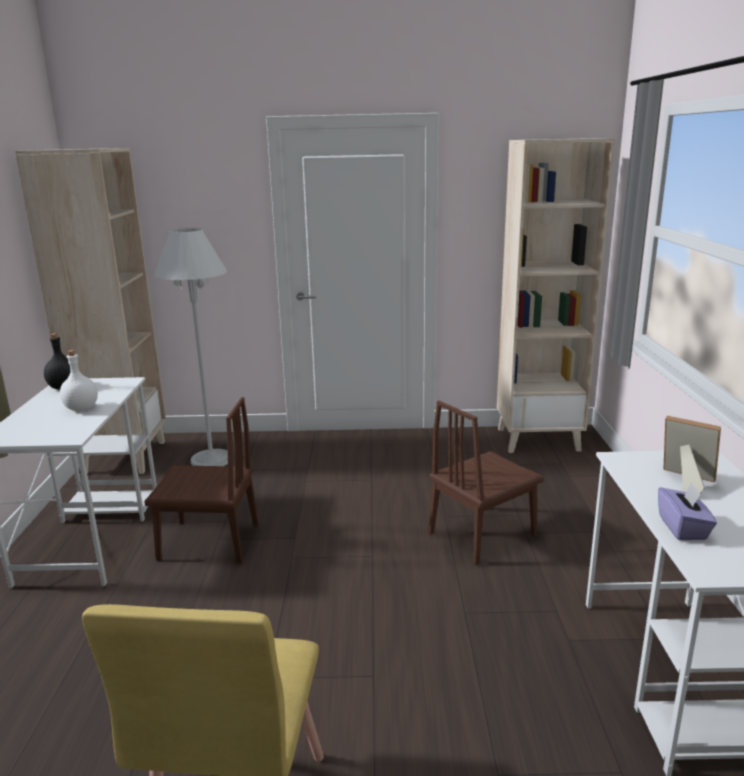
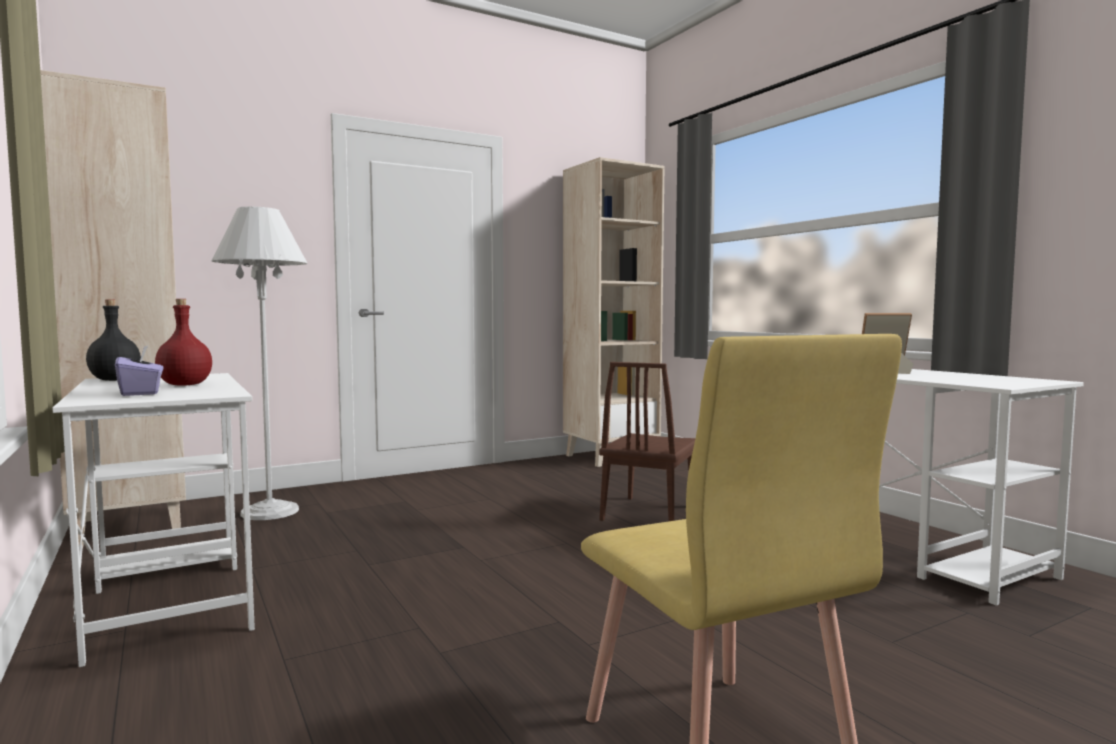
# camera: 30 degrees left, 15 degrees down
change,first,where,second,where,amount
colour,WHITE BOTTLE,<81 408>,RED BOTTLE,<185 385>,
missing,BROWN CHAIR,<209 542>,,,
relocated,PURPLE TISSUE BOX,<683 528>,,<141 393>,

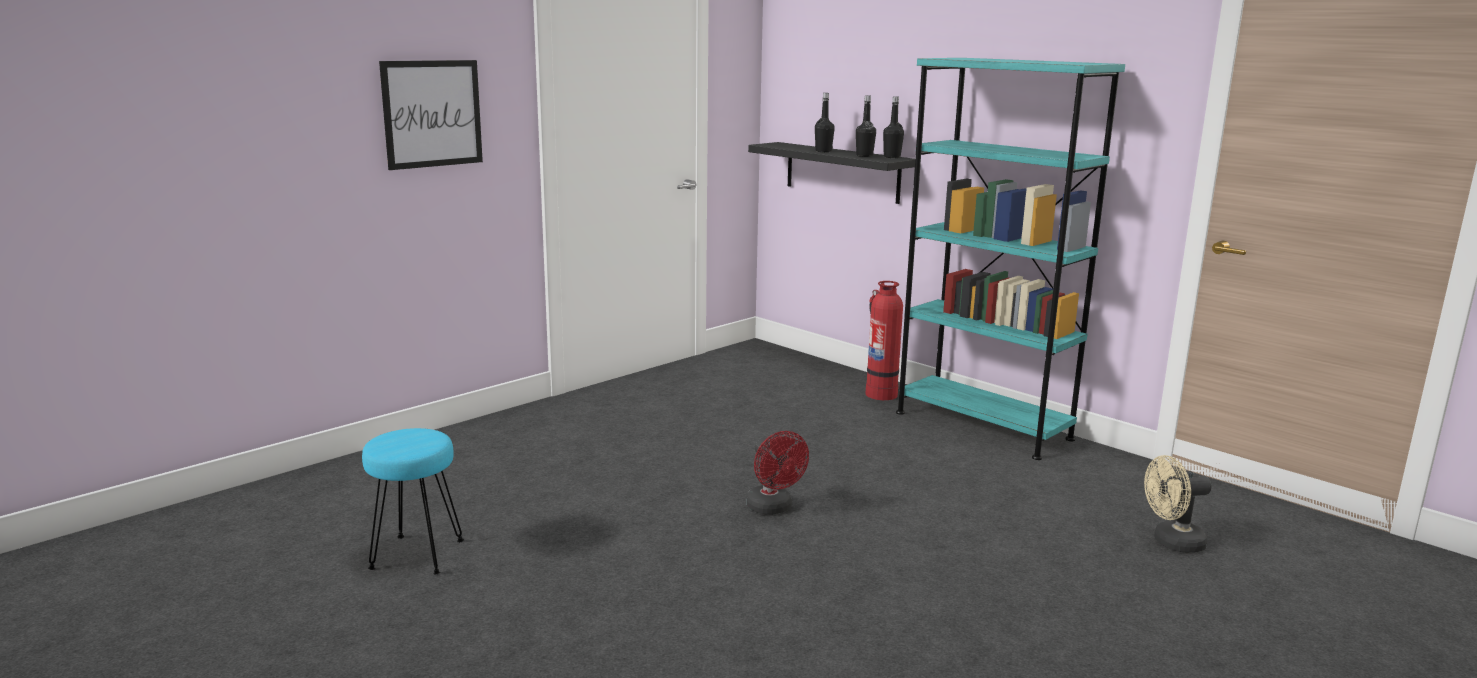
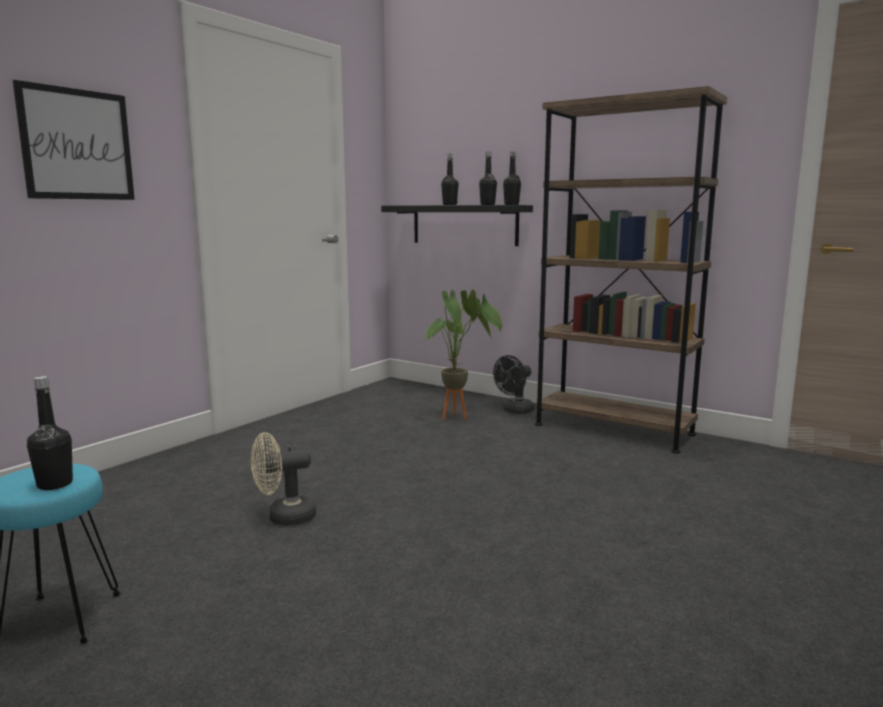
# camera: 10 degrees left, 5 degrees down
change,first,where,second,where,amount
missing,RED FAN,<773 508>,,,
exchanged,FIRE EXTINGUISHER,<881 394>,BLACK FAN,<514 411>,
colour,TURQUOISE BOOKCASE,<982 425>,BROWN BOOKCASE,<613 429>,
relocated,BEIGE FAN,<1171 543>,,<284 517>,
appeared,,,BLACK BOTTLE,<55 484>,
appeared,,,POTTED PLANT,<460 417>,

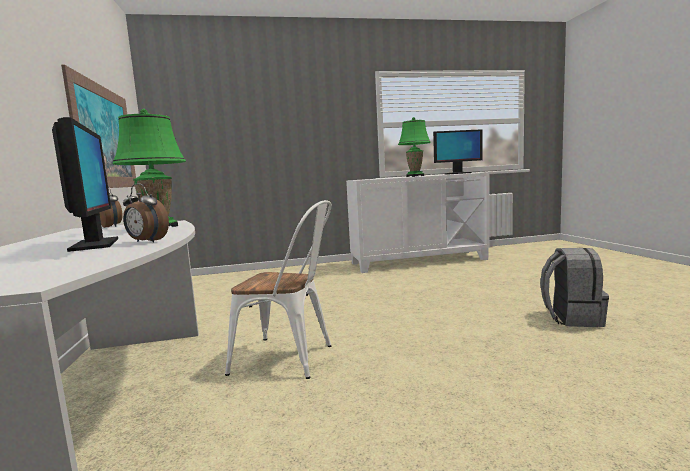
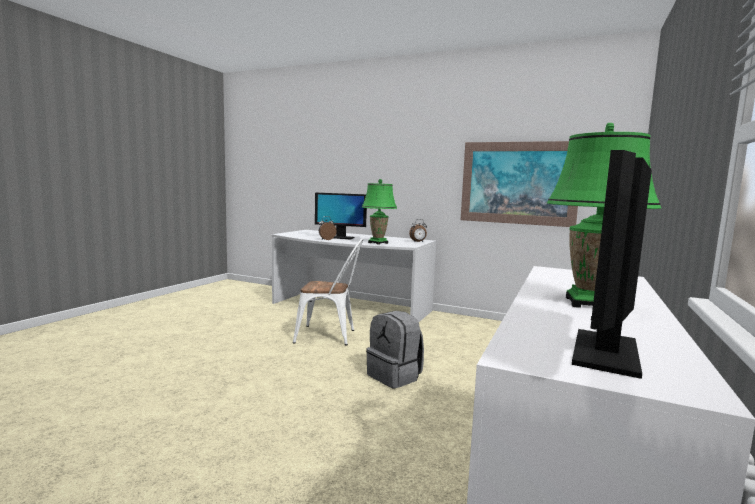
# camera: 125 degrees right, 0 degrees up
change,first,where,second,where,amount
spun,WHITE CHAIR,<291 358>,,<330 336>,135 degrees counterclockwise
relocated,GREY BACKPACK,<571 318>,,<395 376>,

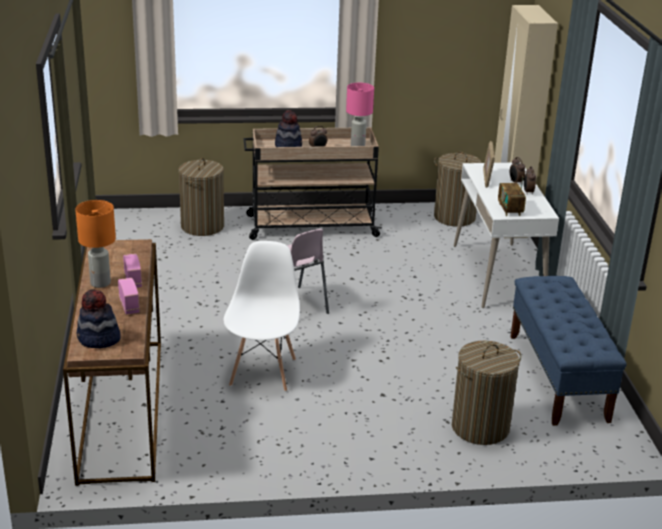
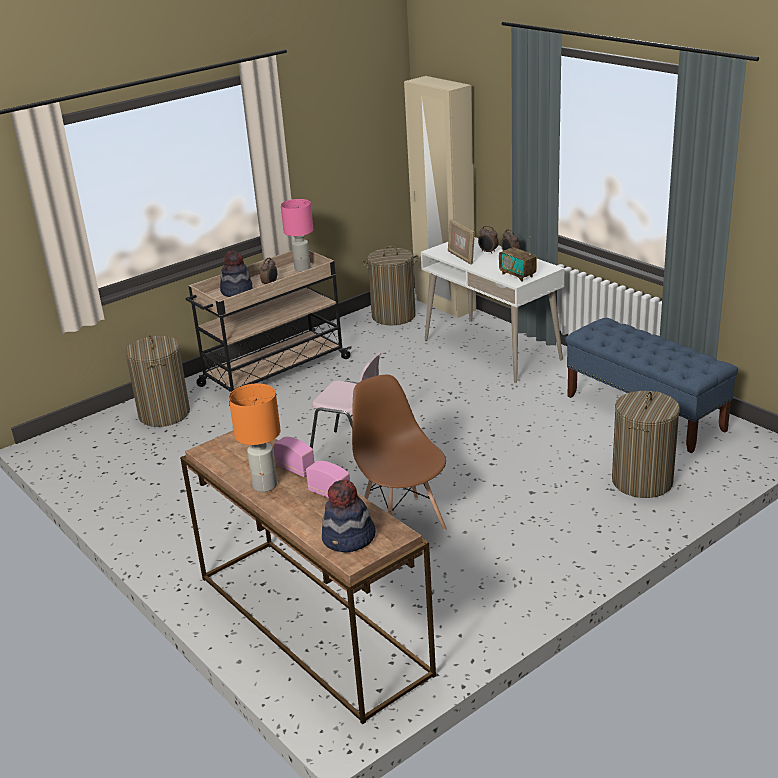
# camera: 30 degrees left, 0 degrees up
change,first,where,second,where,amount
colour,WHITE CHAIR,<263 372>,BROWN CHAIR,<402 522>,

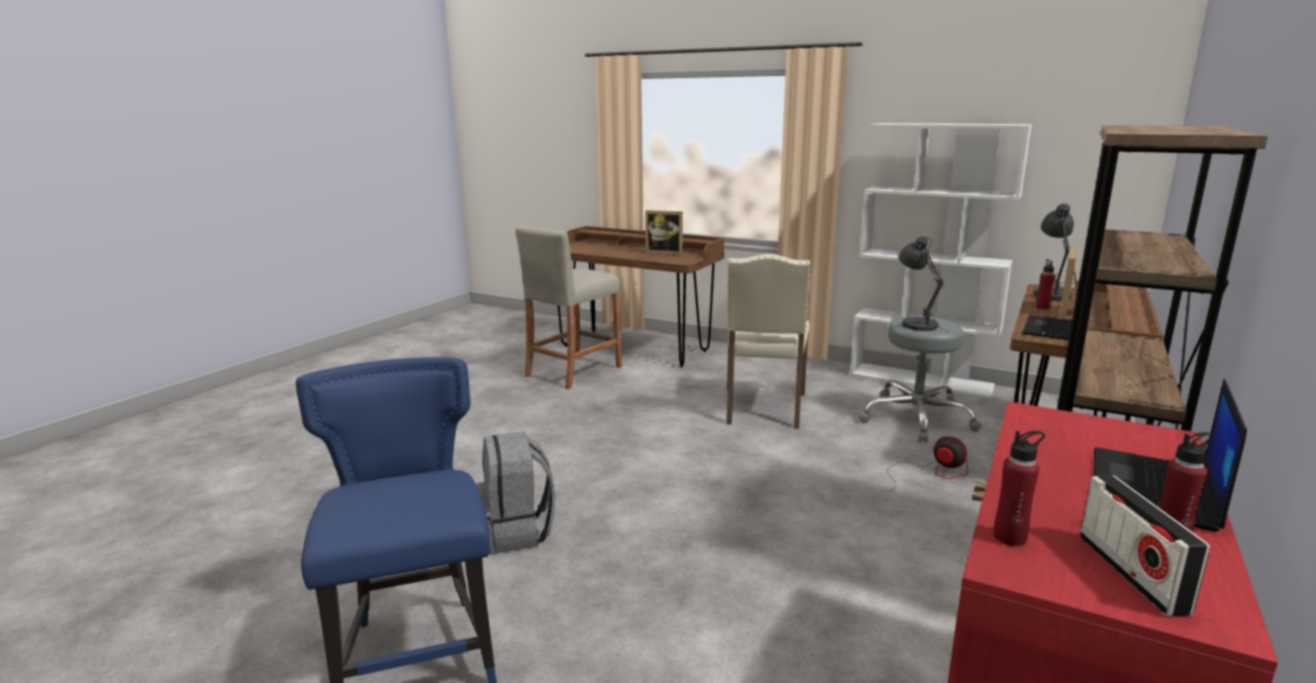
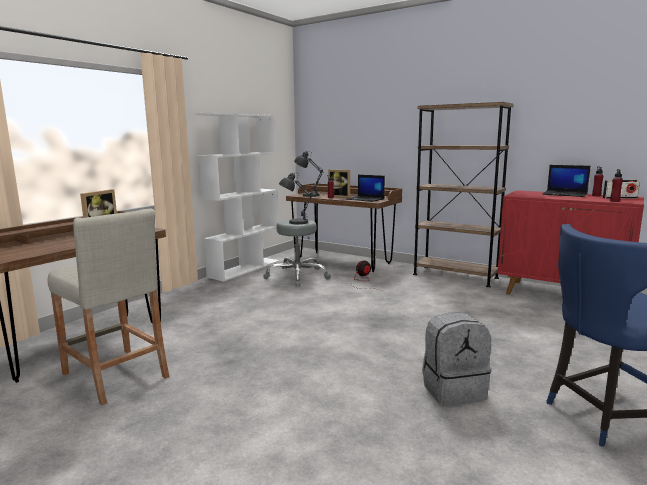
# camera: 85 degrees left, 5 degrees down
change,first,where,second,where,amount
missing,BEIGE CHAIR,<764 409>,,,

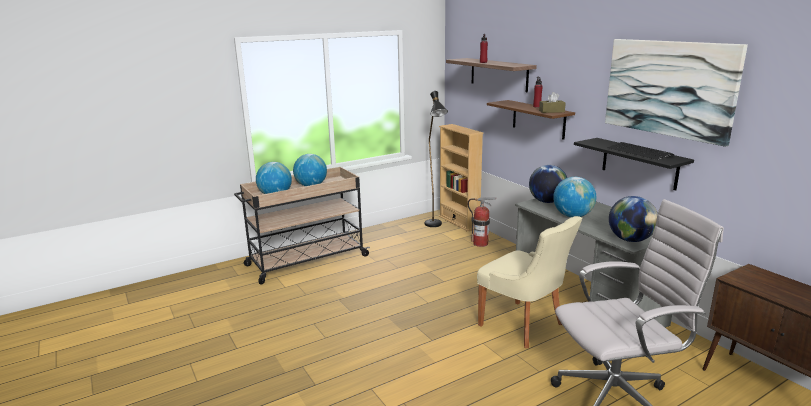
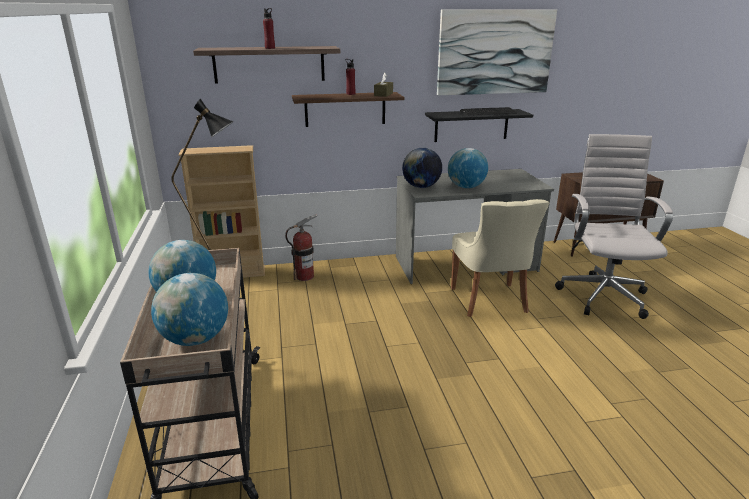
# camera: 70 degrees left, 5 degrees up
change,first,where,second,where,amount
spun,BEIGE CHAIR,<523 325>,,<490 301>,105 degrees clockwise
missing,GLOBE,<630 240>,,,

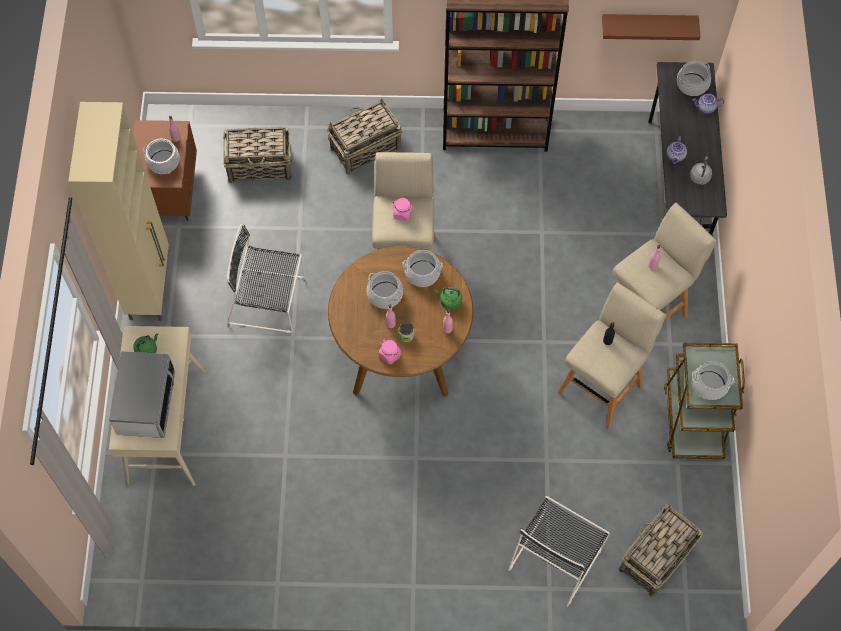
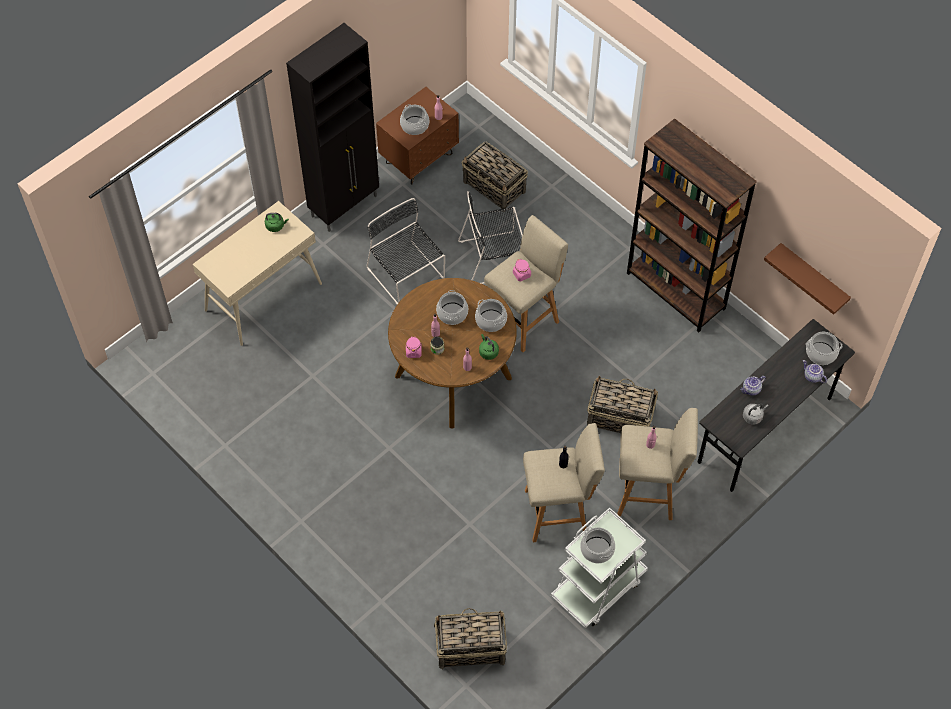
# camera: 45 degrees right, 5 degrees down
change,first,where,second,where,amount
colour,BEIGE CABINET,<150 286>,BLACK CABINET,<345 205>,
missing,MICROWAVE,<146 403>,,,
relocated,BASKET,<365 149>,,<619 418>,
relocated,BLACK CHAIR,<556 556>,,<494 258>,
colour,BROWN CART,<693 418>,WHITE CART,<598 587>,

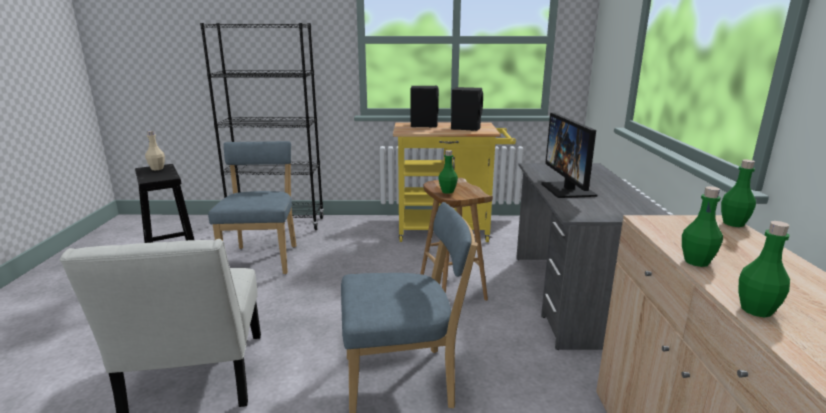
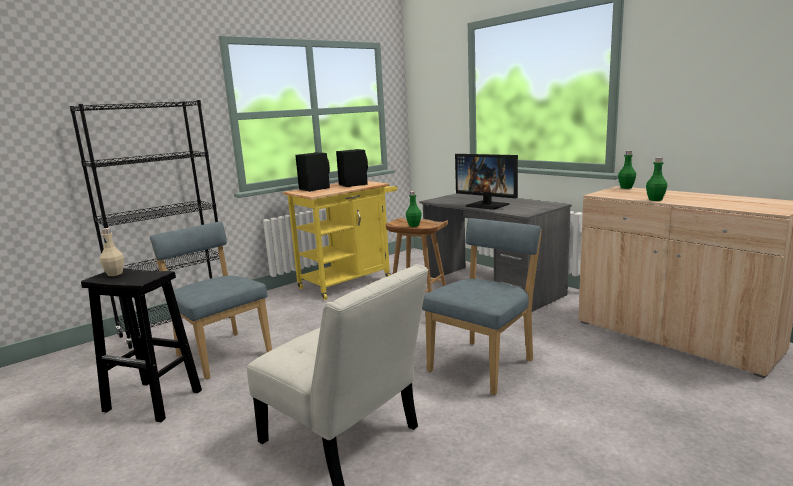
# camera: 40 degrees left, 5 degrees down
change,first,where,second,where,amount
missing,GREEN BOTTLE,<756 310>,,,

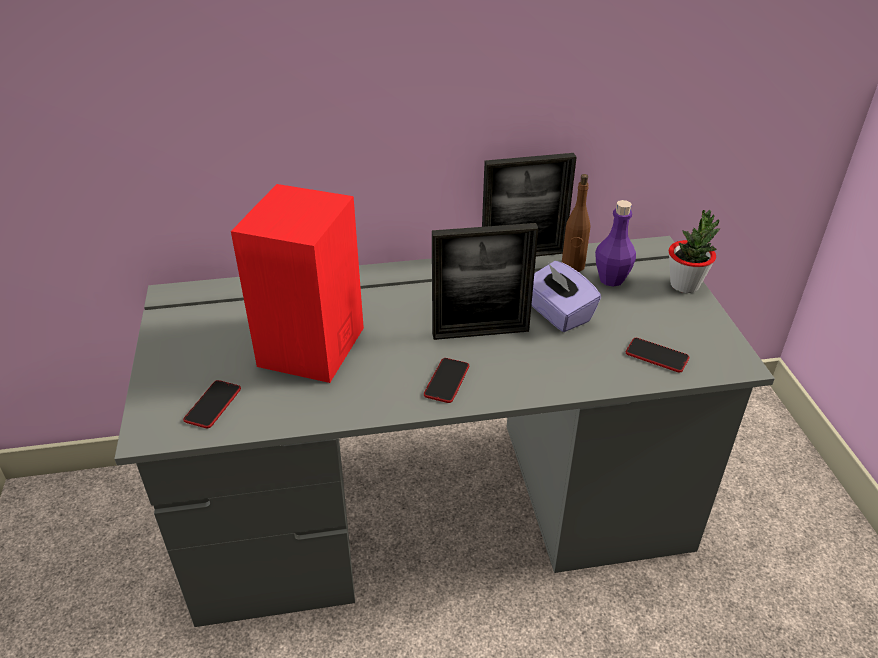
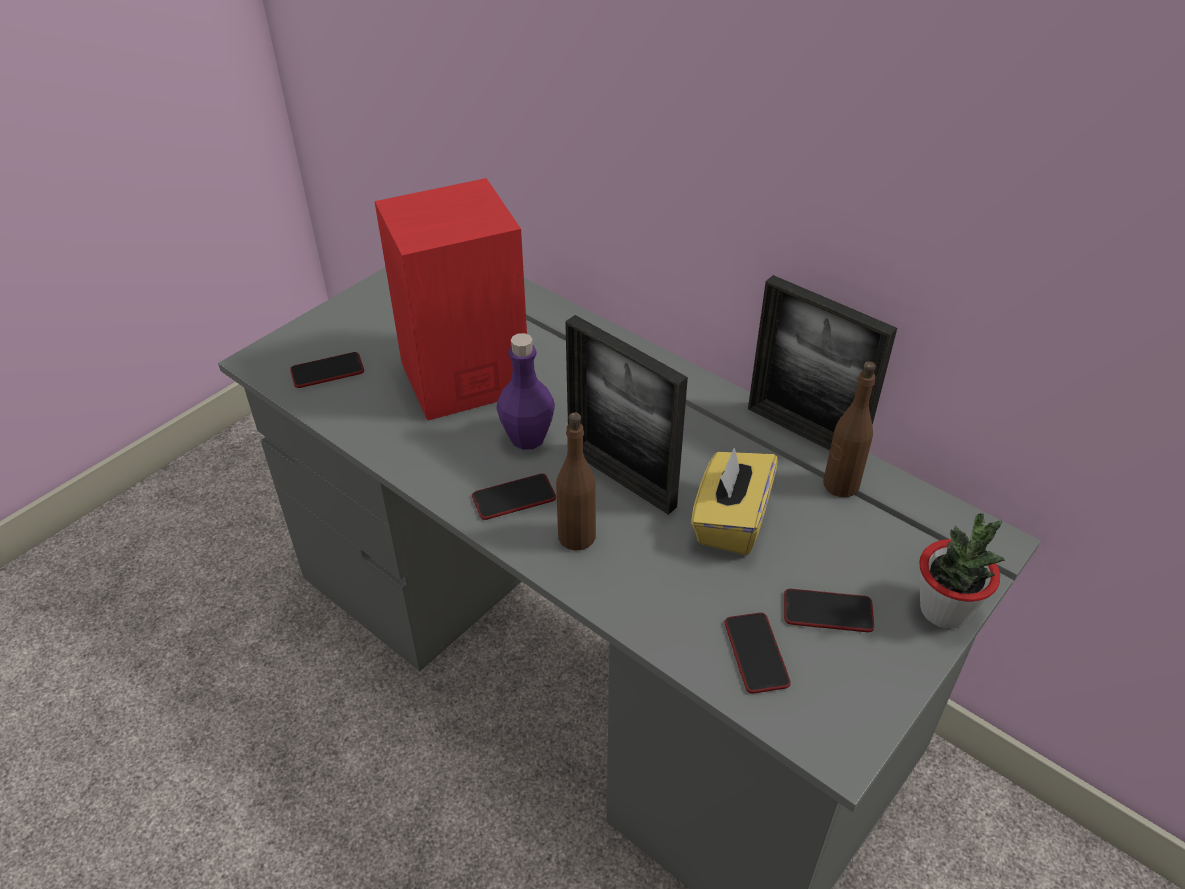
# camera: 50 degrees right, 5 degrees up
change,first,where,second,where,amount
colour,PURPLE TISSUE BOX,<558 313>,YELLOW TISSUE BOX,<730 521>,
relocated,PURPLE BOTTLE,<611 279>,,<527 437>,
appeared,,,BROWN BOTTLE,<576 536>,
appeared,,,PHONE,<828 611>,

